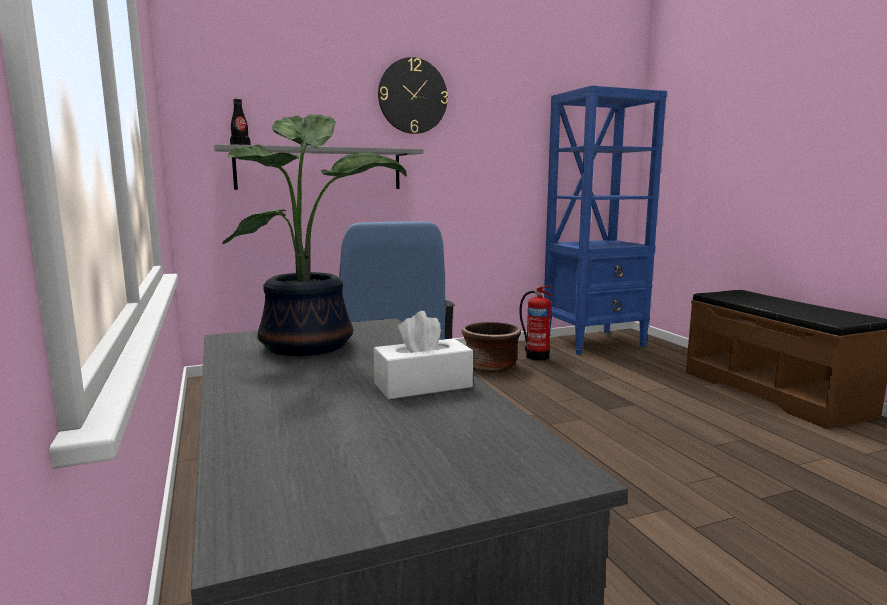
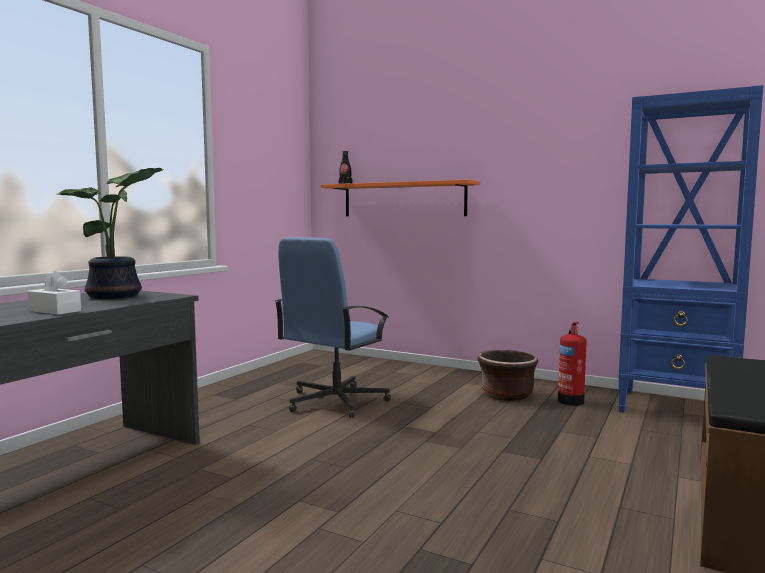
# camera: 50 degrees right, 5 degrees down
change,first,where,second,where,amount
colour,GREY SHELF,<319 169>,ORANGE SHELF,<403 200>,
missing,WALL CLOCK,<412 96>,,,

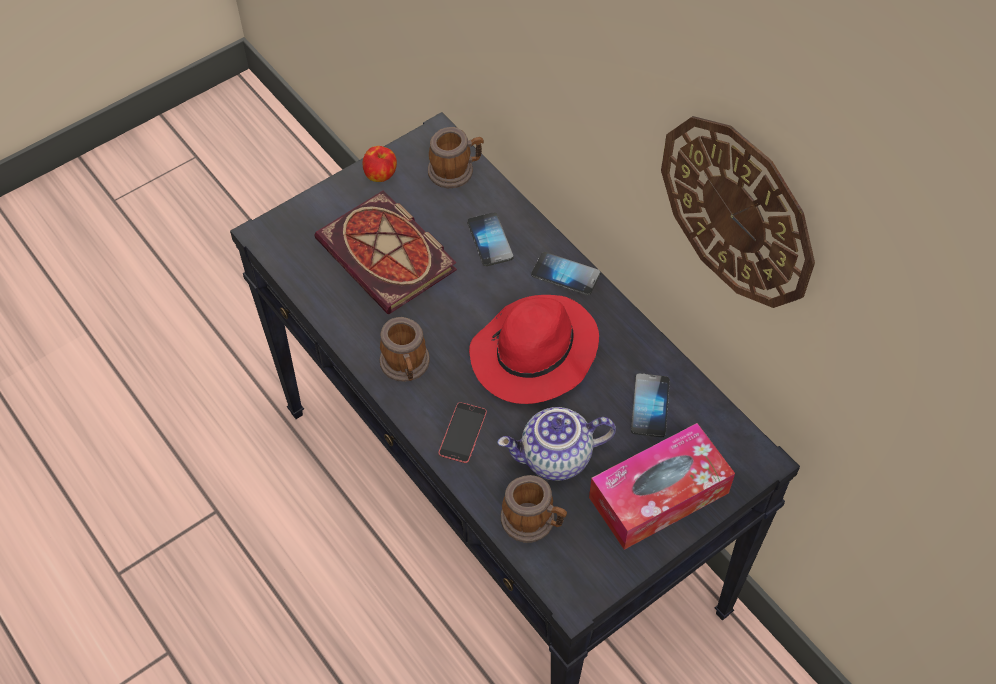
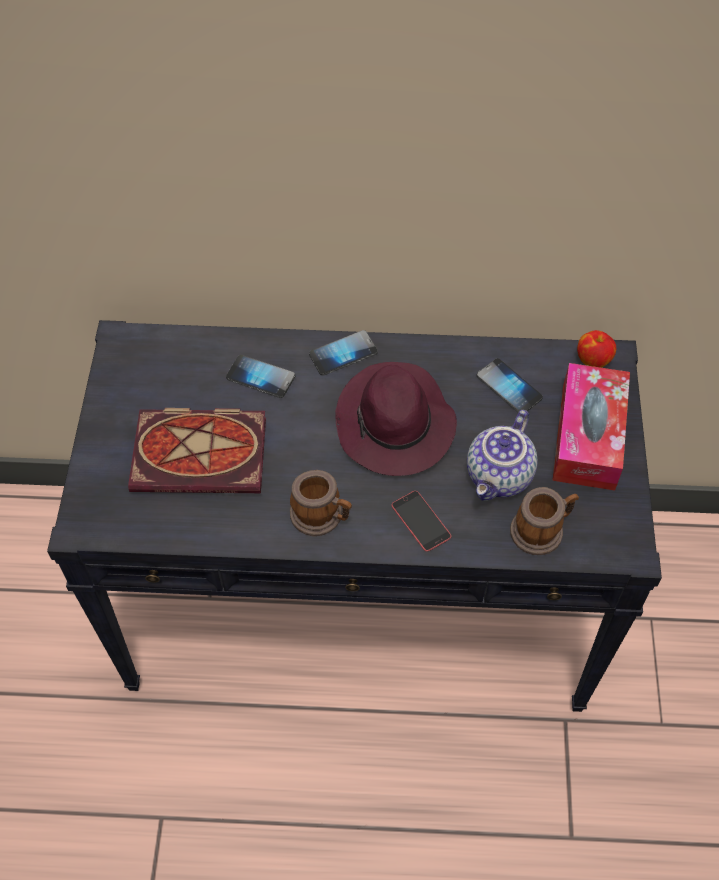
# camera: 50 degrees left, 0 degrees up
change,first,where,second,where,amount
relocated,APPLE,<381 175>,,<593 360>,
missing,MUG,<455 170>,,,
colour,RED HAT,<533 355>,PURPLE HAT,<395 425>,
missing,WALL CLOCK,<737 211>,,,

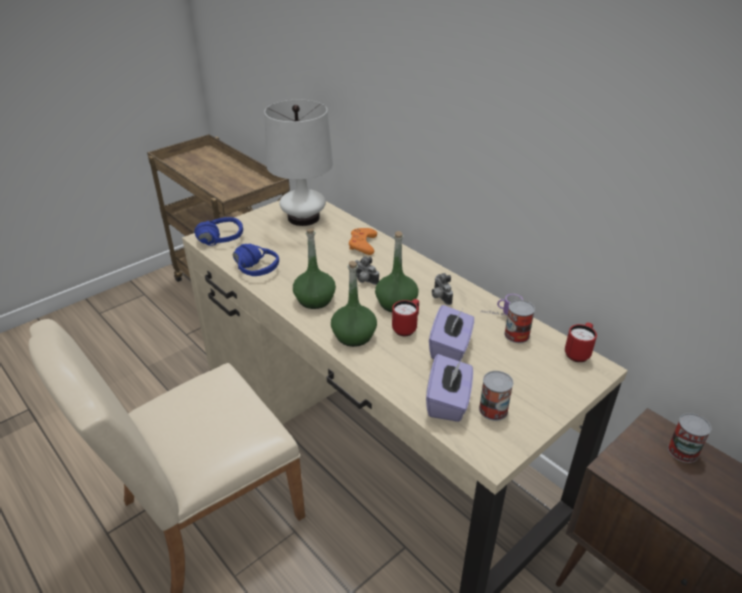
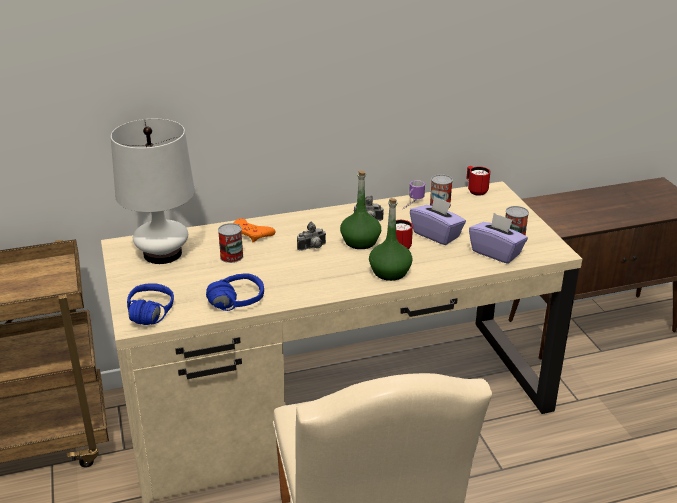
# camera: 65 degrees left, 5 degrees down
change,first,where,second,where,amount
missing,GREEN BOTTLE,<314 299>,,,
relocated,CAN,<683 451>,,<231 256>,

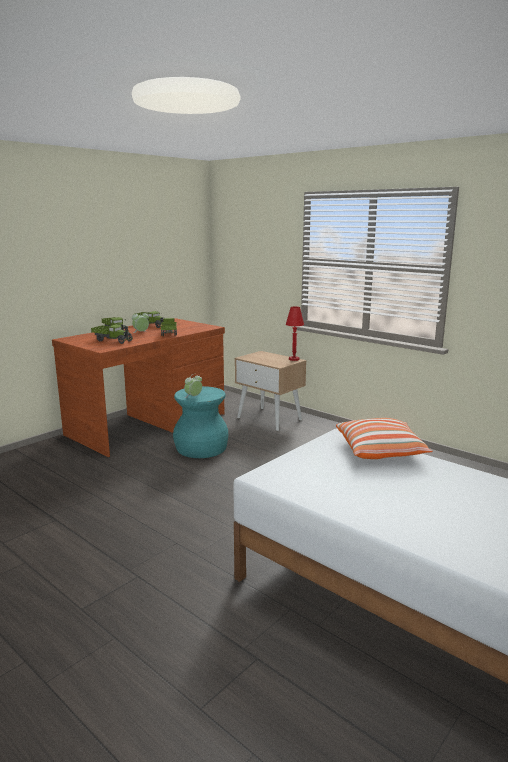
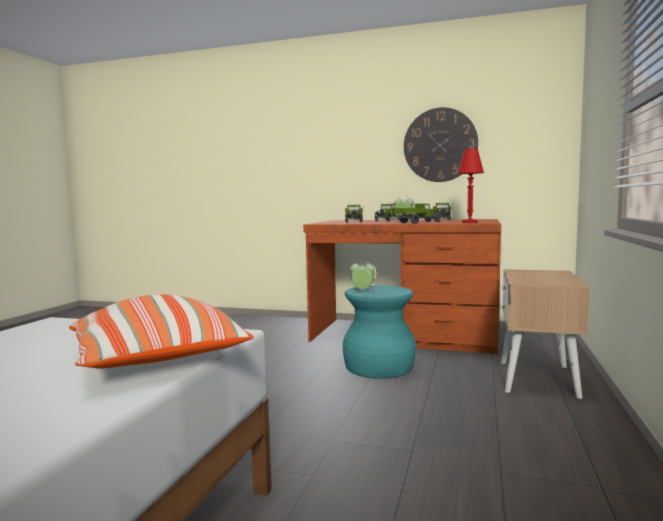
# camera: 65 degrees right, 10 degrees down
change,first,where,second,where,amount
relocated,RED TABLE LAMP,<294 359>,,<469 222>,
appeared,,,WALL CLOCK,<440 145>,

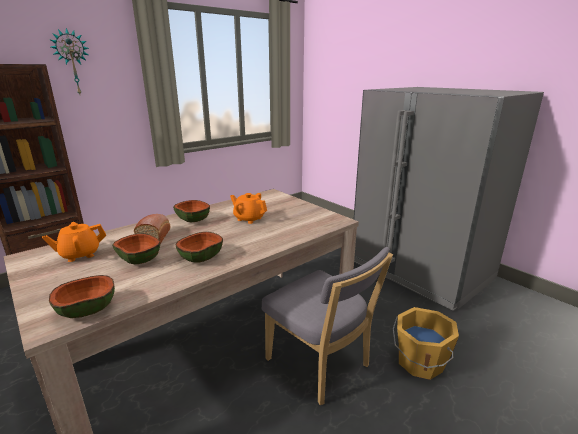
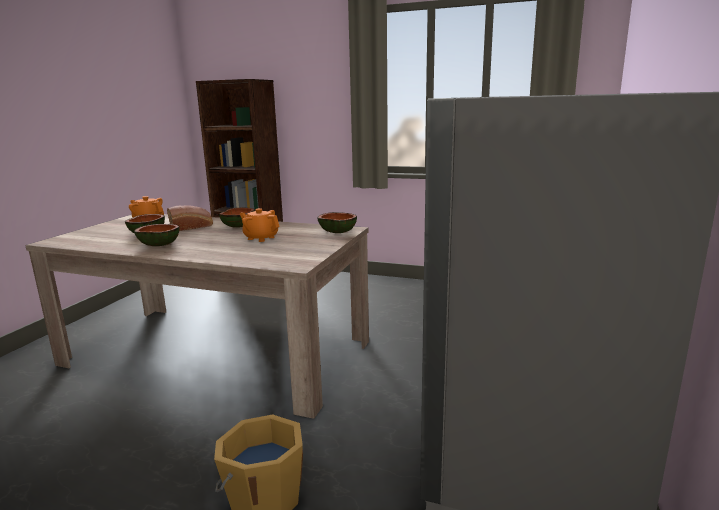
# camera: 60 degrees right, 5 degrees down
change,first,where,second,where,amount
missing,WALL CLOCK,<72 63>,,,
relocated,BOWL,<87 310>,,<337 232>,
spun,ORANGE TEAPOT,<249 219>,,<261 238>,60 degrees counterclockwise
missing,GREY CHAIR,<321 365>,,,

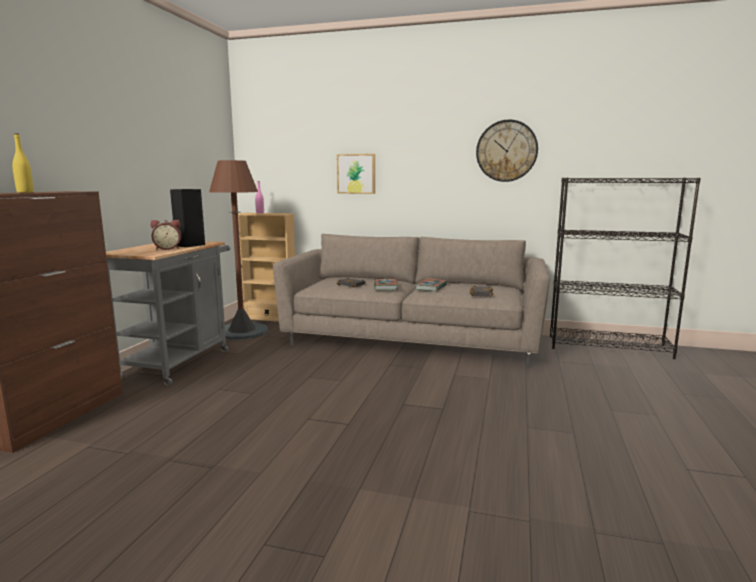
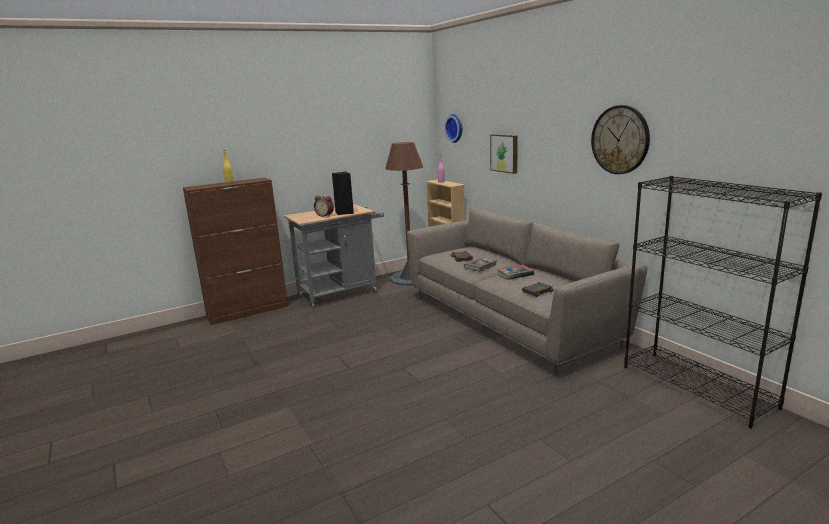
# camera: 45 degrees right, 5 degrees up
change,first,where,second,where,amount
appeared,,,WALL CLOCK,<455 128>,

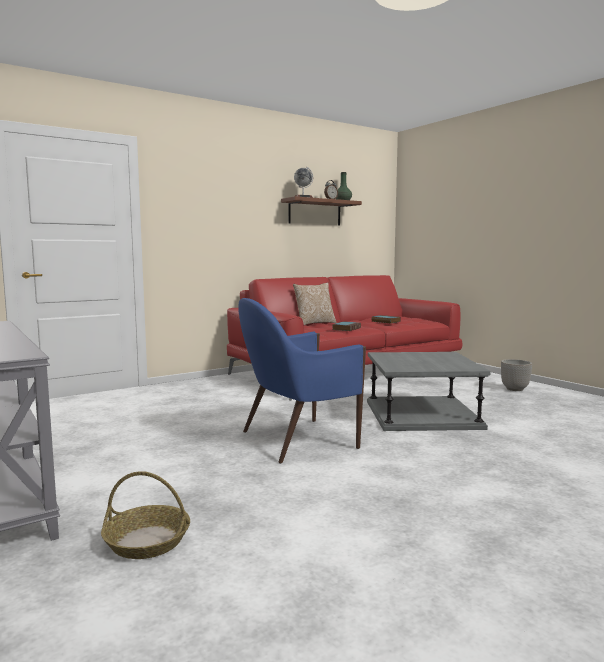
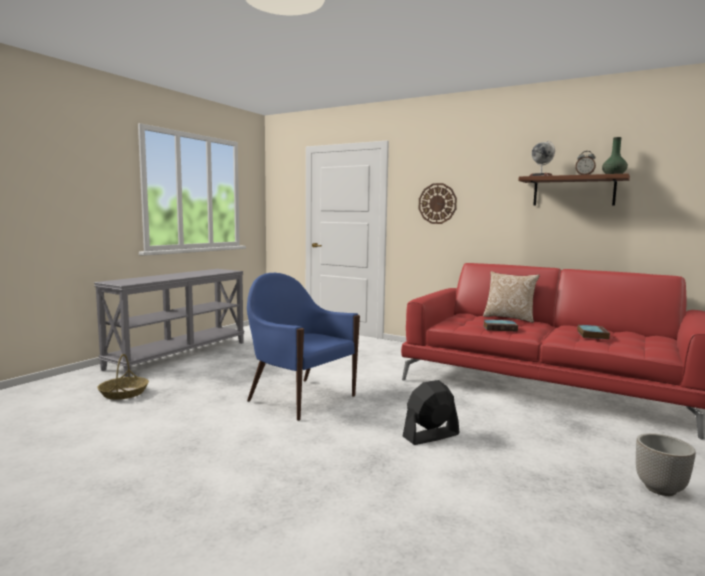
# camera: 65 degrees right, 0 degrees up
change,first,where,second,where,amount
exchanged,GREY SIDE TABLE,<422 414>,BLACK FAN,<430 436>,
appeared,,,WALL CLOCK,<437 203>,

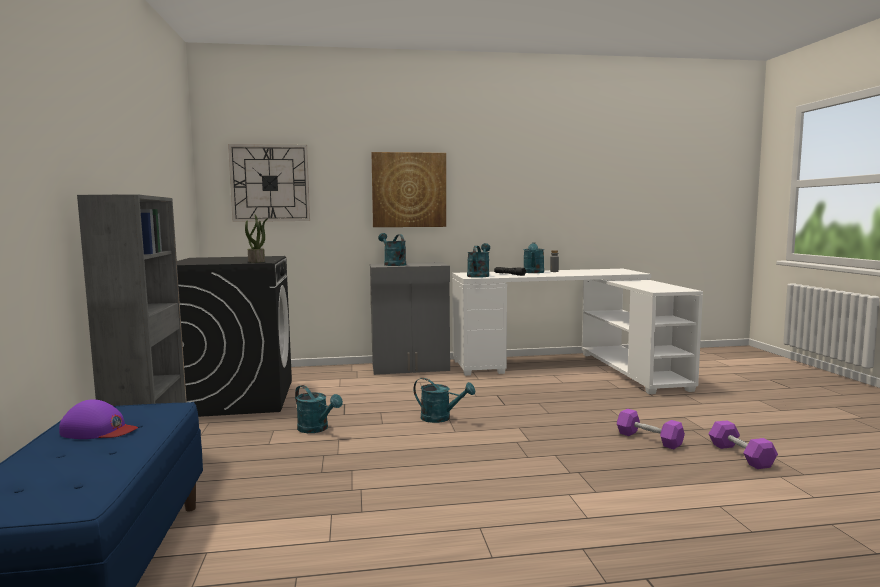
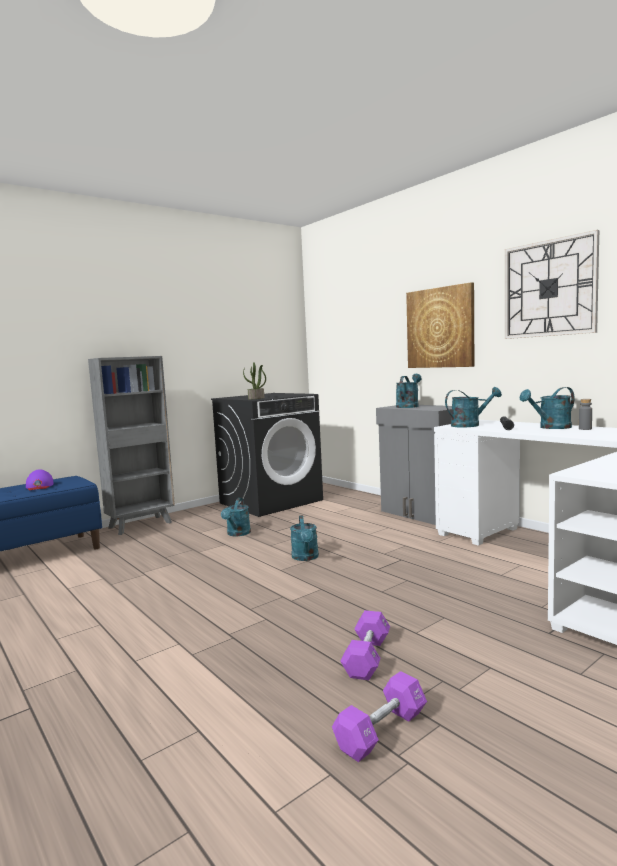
# camera: 60 degrees right, 0 degrees up
change,first,where,second,where,amount
relocated,WALL CLOCK,<270 183>,,<549 288>,

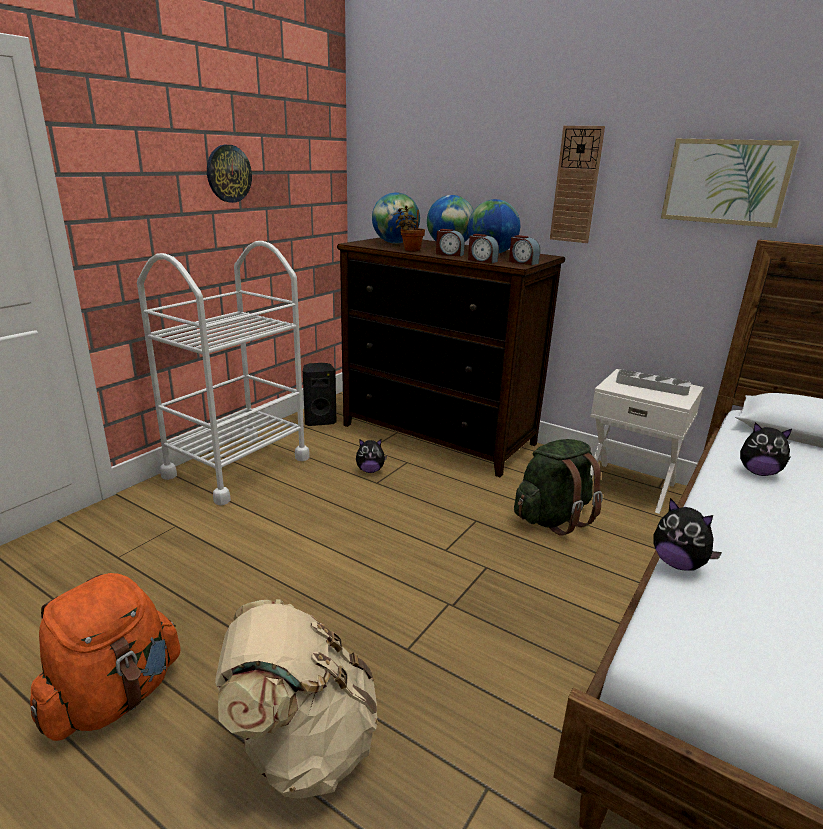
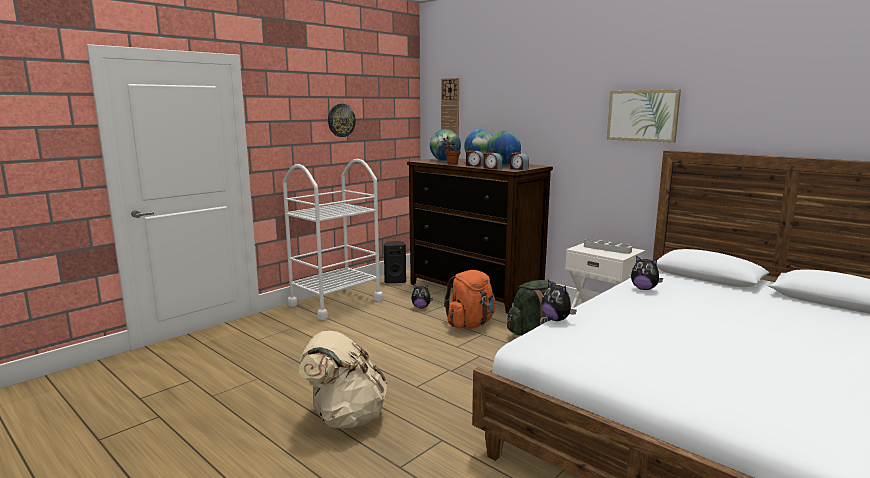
# camera: 10 degrees right, 10 degrees down
change,first,where,second,where,amount
relocated,ORANGE BACKPACK,<114 697>,,<470 324>,
relocated,WALL CLOCK,<576 185>,,<450 109>,

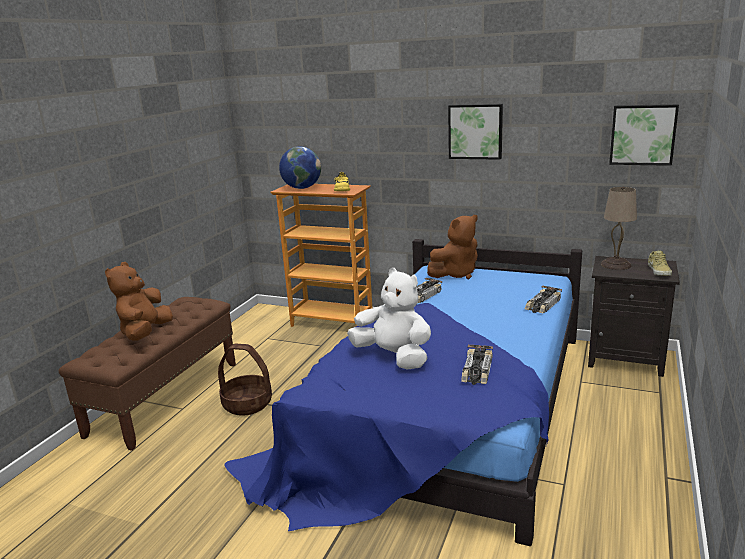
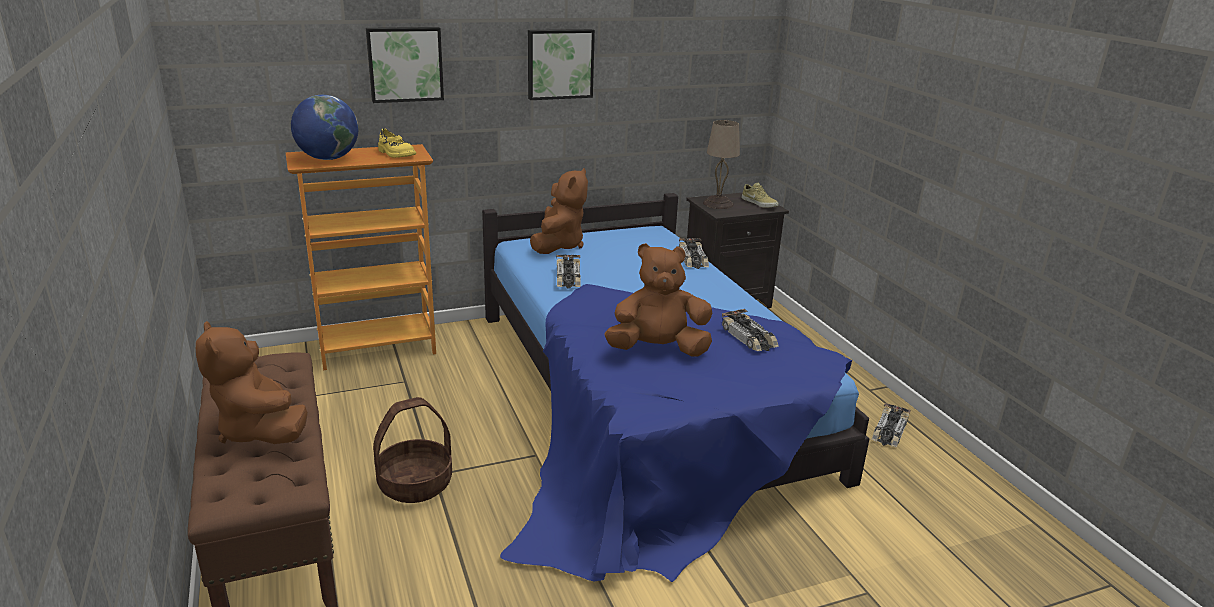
# camera: 45 degrees left, 5 degrees up
change,first,where,second,where,amount
colour,WHITE PLUSH TOY,<394 357>,BROWN PLUSH TOY,<658 349>,
relocated,PICTURE,<642 134>,,<405 64>,
appeared,,,TOY CAR,<889 431>,

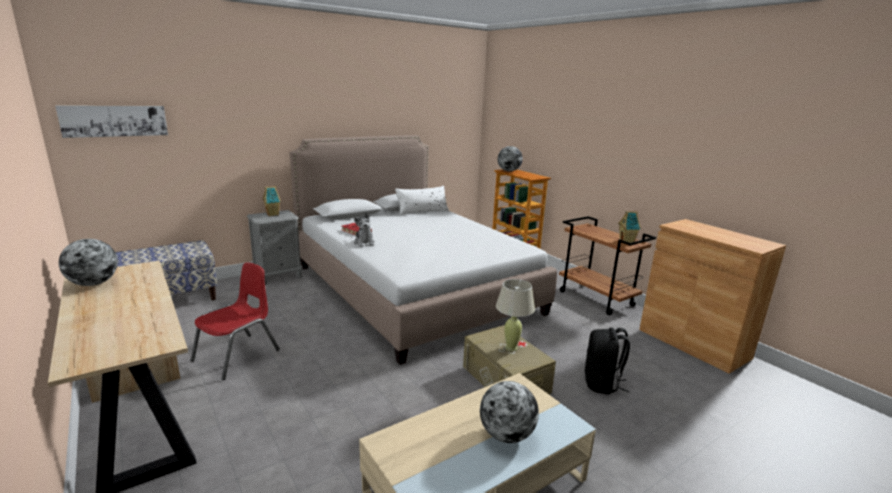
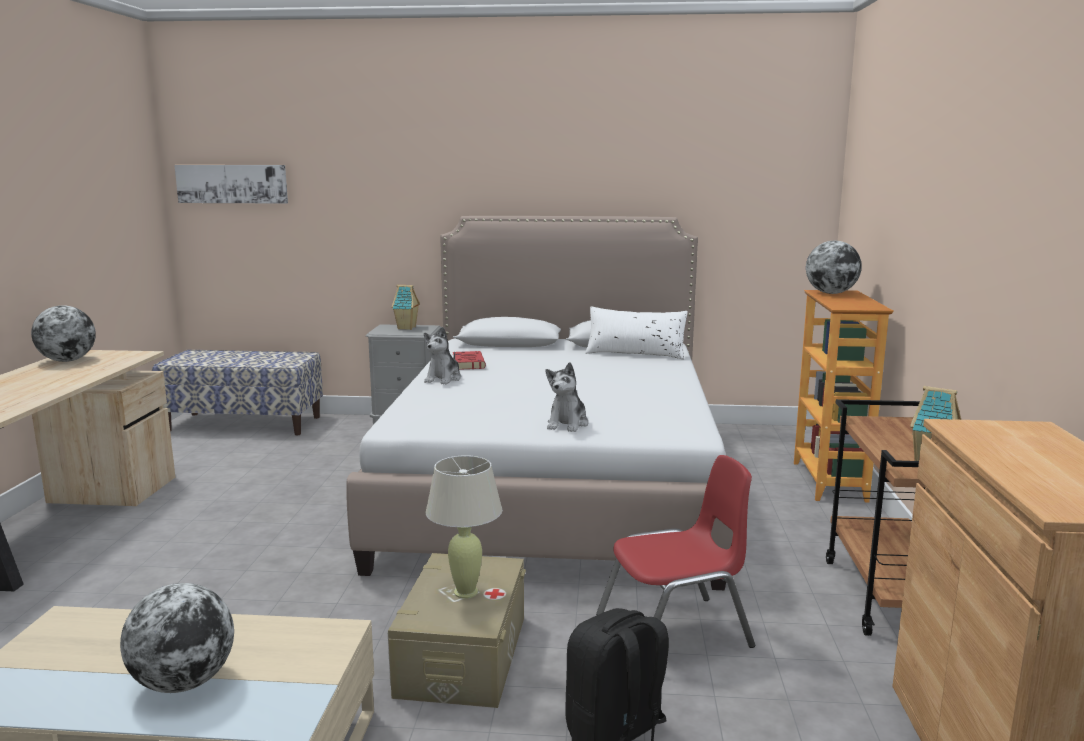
# camera: 40 degrees right, 5 degrees down
change,first,where,second,where,amount
relocated,RED CHAIR,<237 355>,,<675 632>,
appeared,,,PLUSH TOY,<567 424>,

